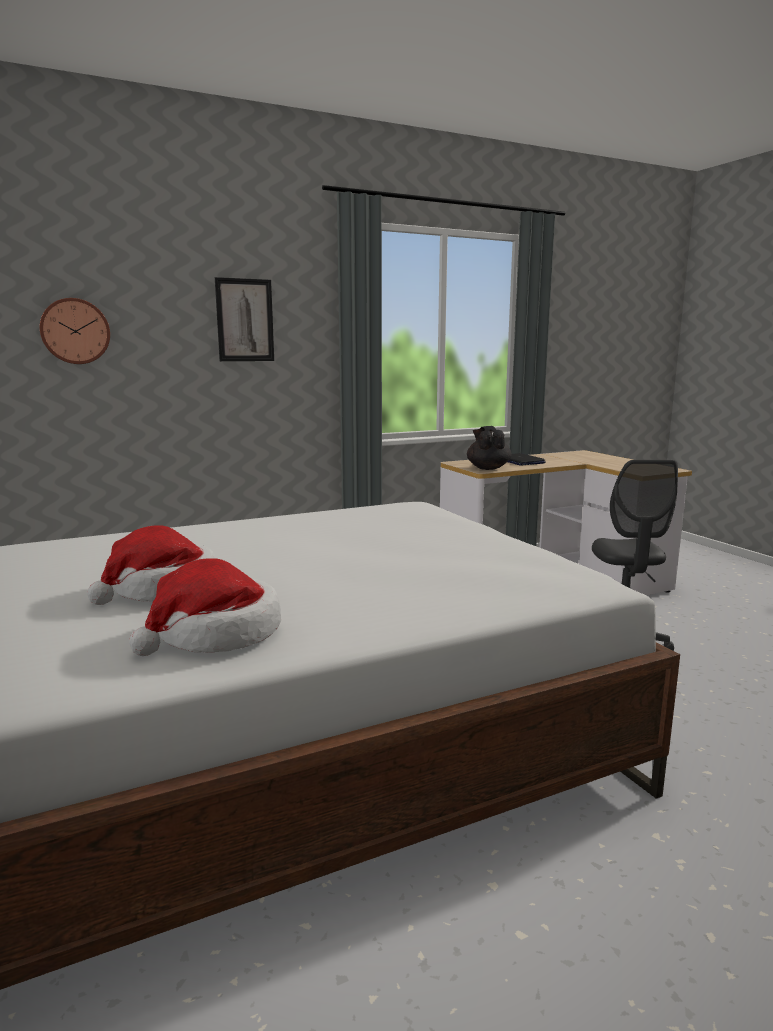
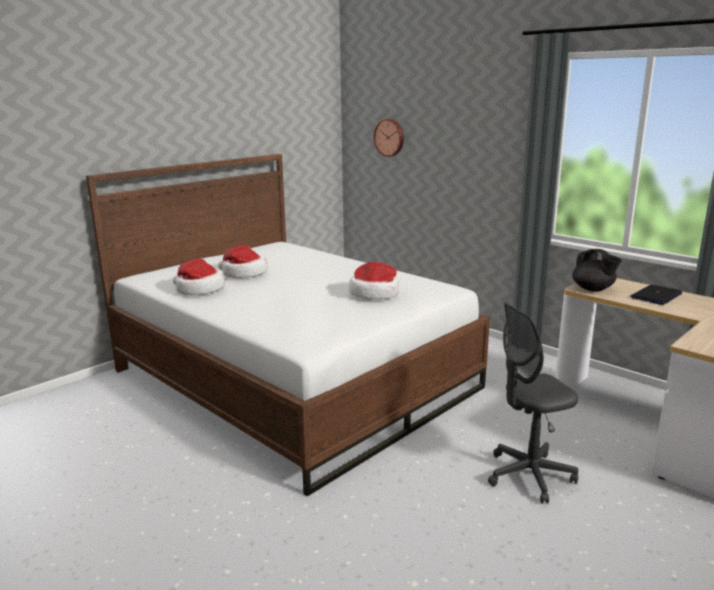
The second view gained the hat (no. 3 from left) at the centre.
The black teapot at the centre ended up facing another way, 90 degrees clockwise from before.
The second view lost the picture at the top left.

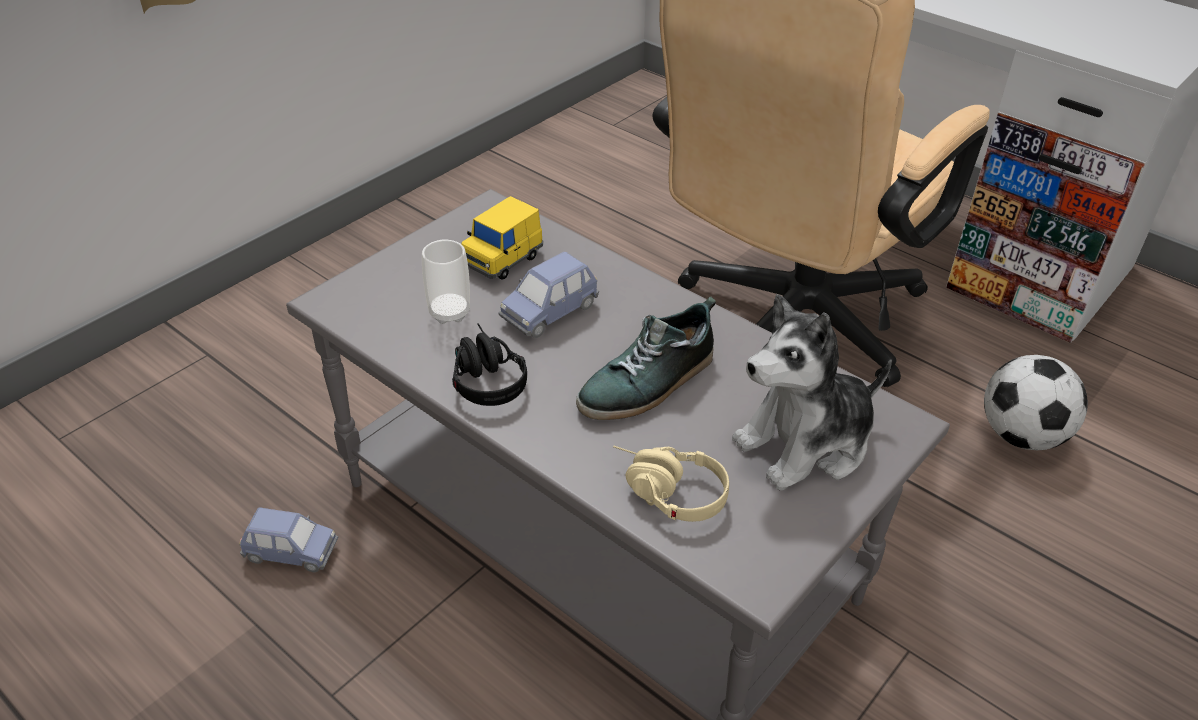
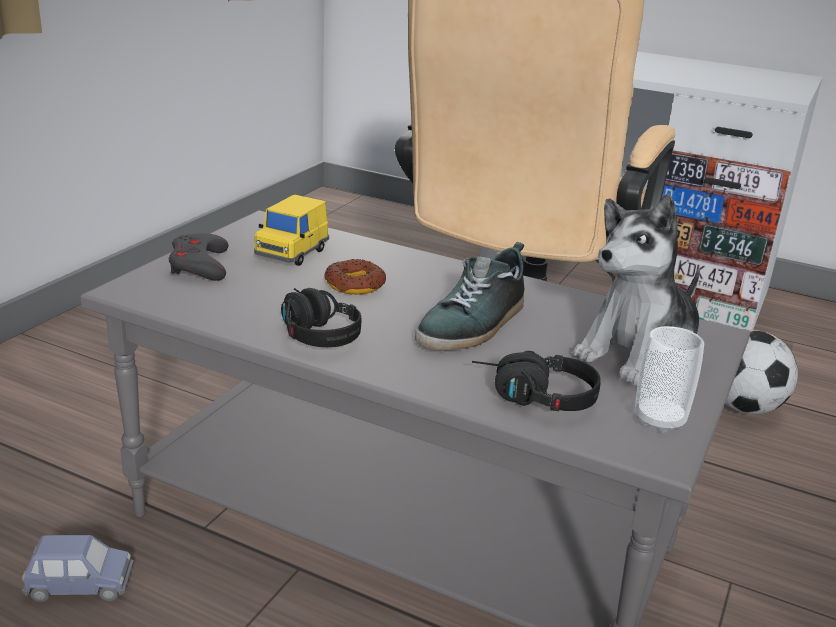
The second view gained the grey game controller at the middle left.
Where the blue toy car (no. 2 from left) stood at the centre, the donut came to stand at the centre.
What was the beige headphones at the bottom centre turned into the black headphones (no. 2 from left) at the centre.
The cup ended up elsewhere, having gone from the centre to the middle right.

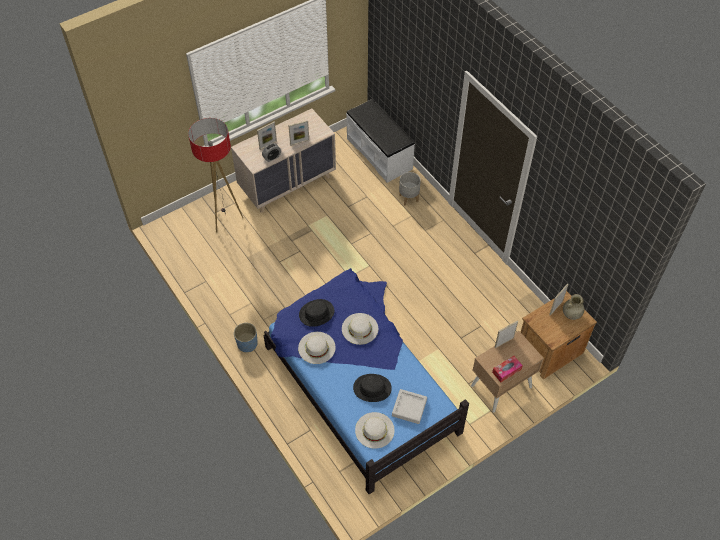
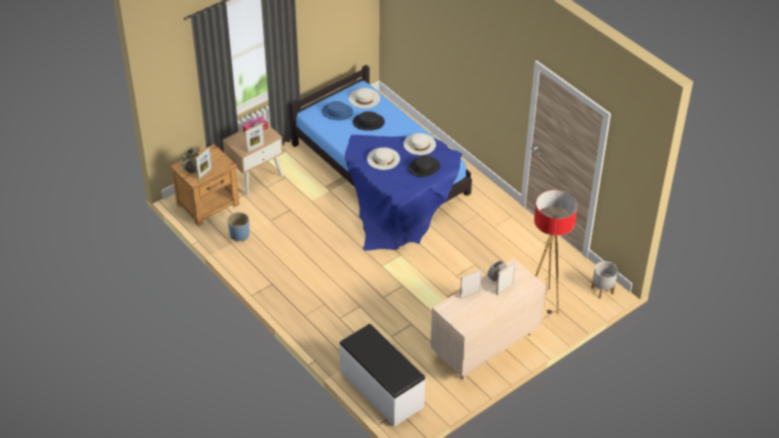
The blue planter ended up elsewhere, having gone from the centre to the middle left.
Where the grey tray stood at the bottom centre, the blue hat came to stand at the top centre.
The grey planter ended up elsewhere, having gone from the centre to the middle right.

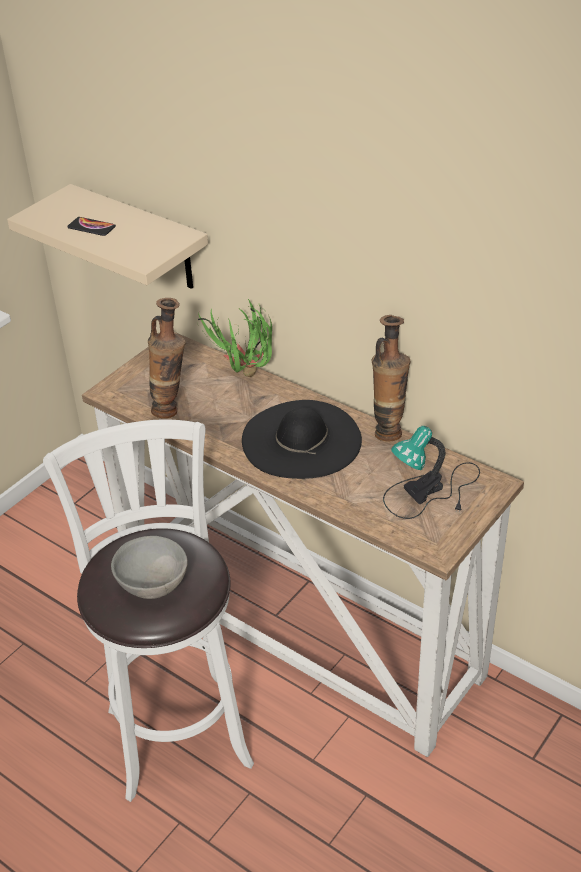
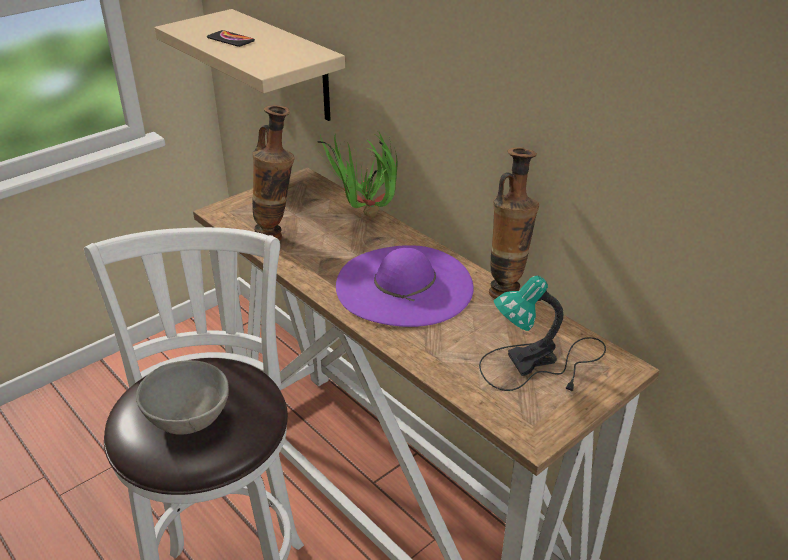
What was the black hat at the centre turned into the purple hat at the centre.

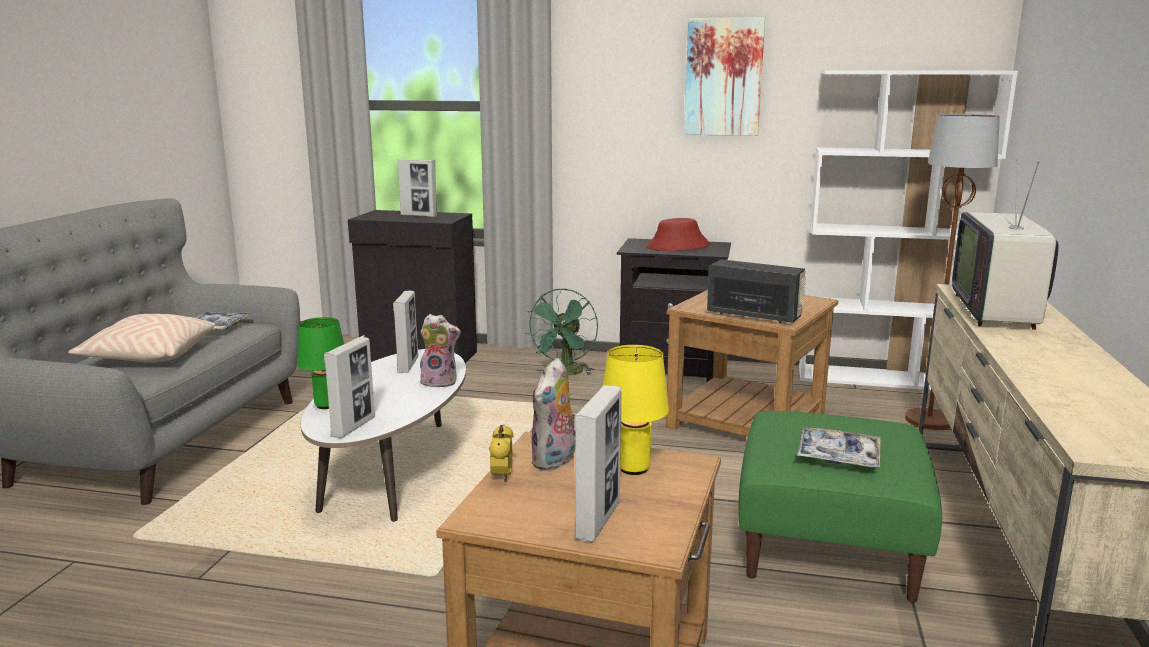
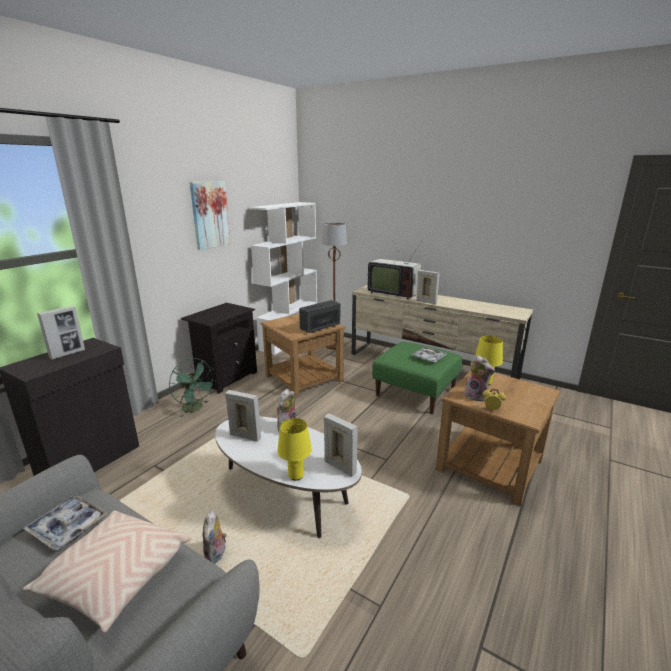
The second view gained the plush toy (no. 1 from left) at the bottom left.
What was the green table lamp at the middle left turned into the yellow table lamp (no. 1 from left) at the bottom centre.
The picture frame (no. 4 from left) ended up elsewhere, having gone from the bottom centre to the centre.
The second view lost the red hat at the centre.

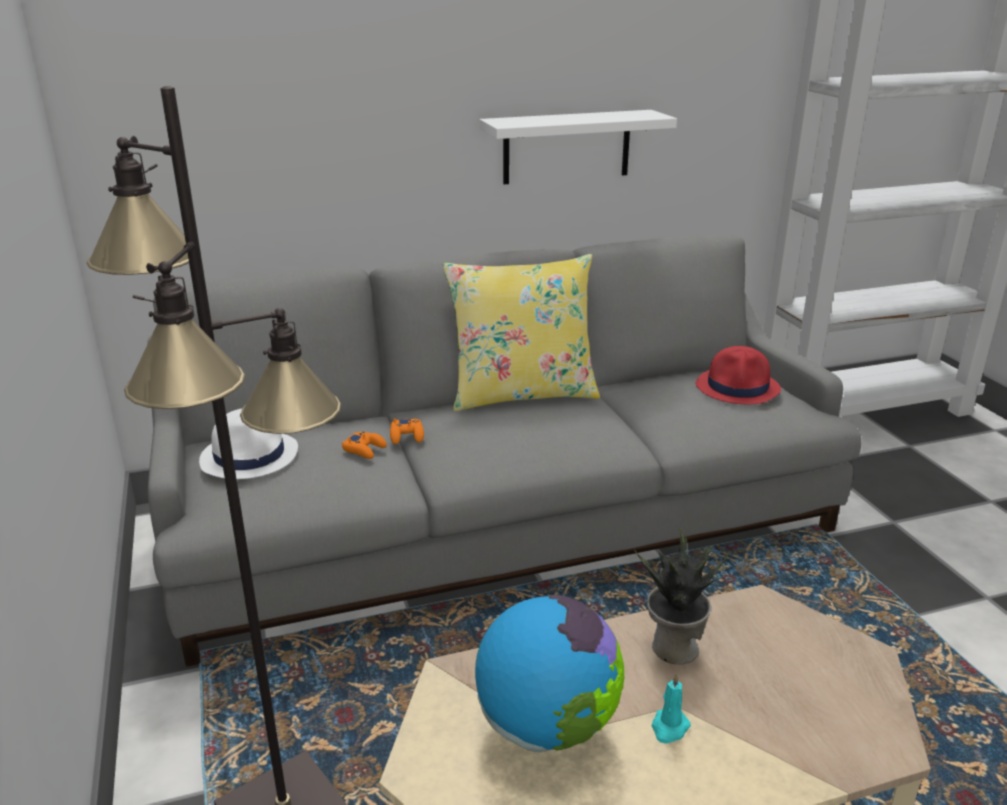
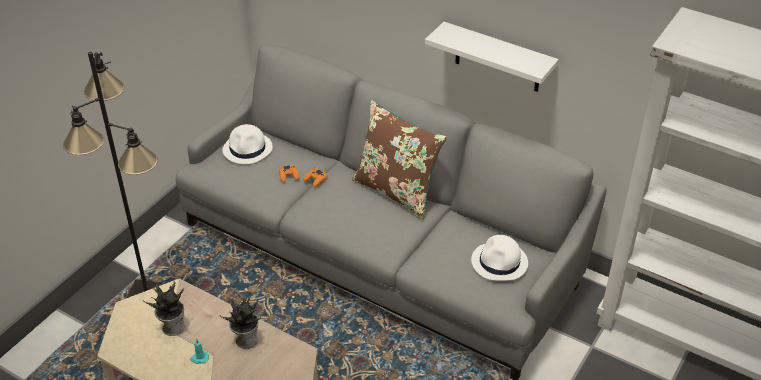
Where the globe stood at the bottom centre, the potted plant (no. 1 from left) came to stand at the bottom left.
What was the yellow pillow at the centre turned into the brown pillow at the centre.
What was the red hat at the middle right turned into the white hat (no. 2 from left) at the bottom centre.

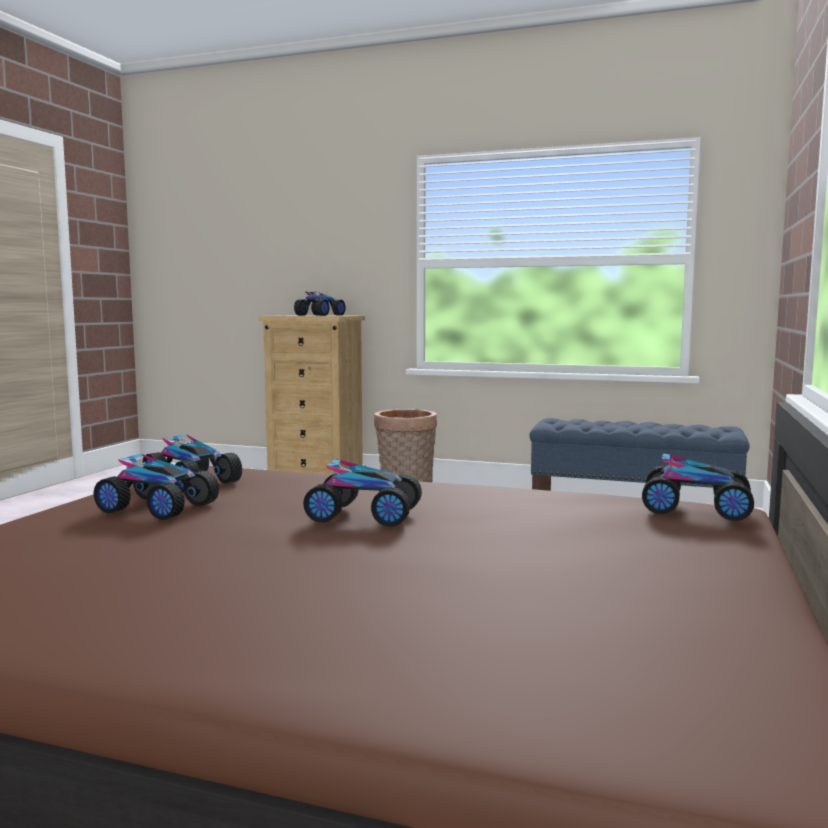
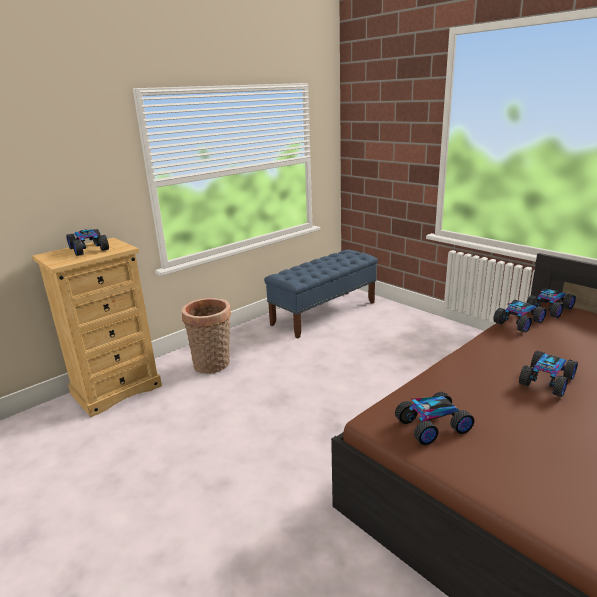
The toy car (no. 1 from left in the first image) ended up elsewhere, having gone from the middle left to the middle right.

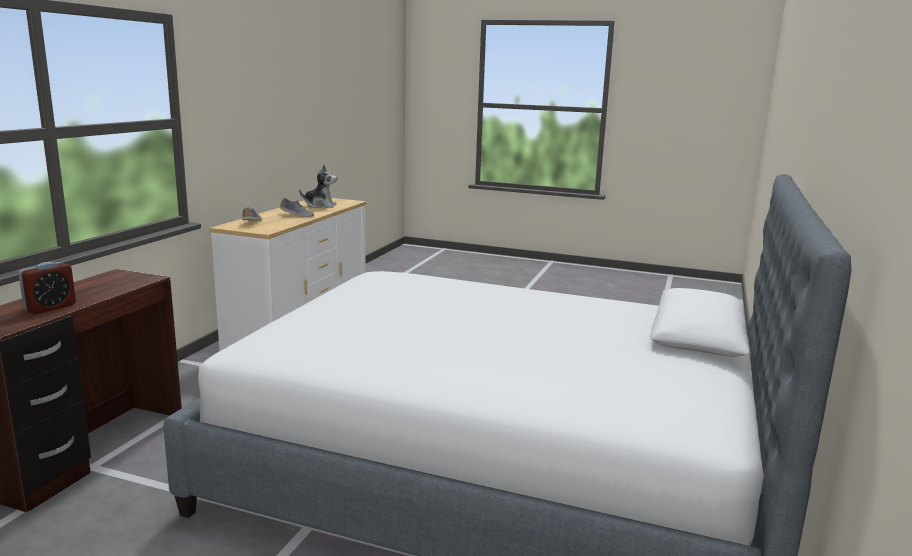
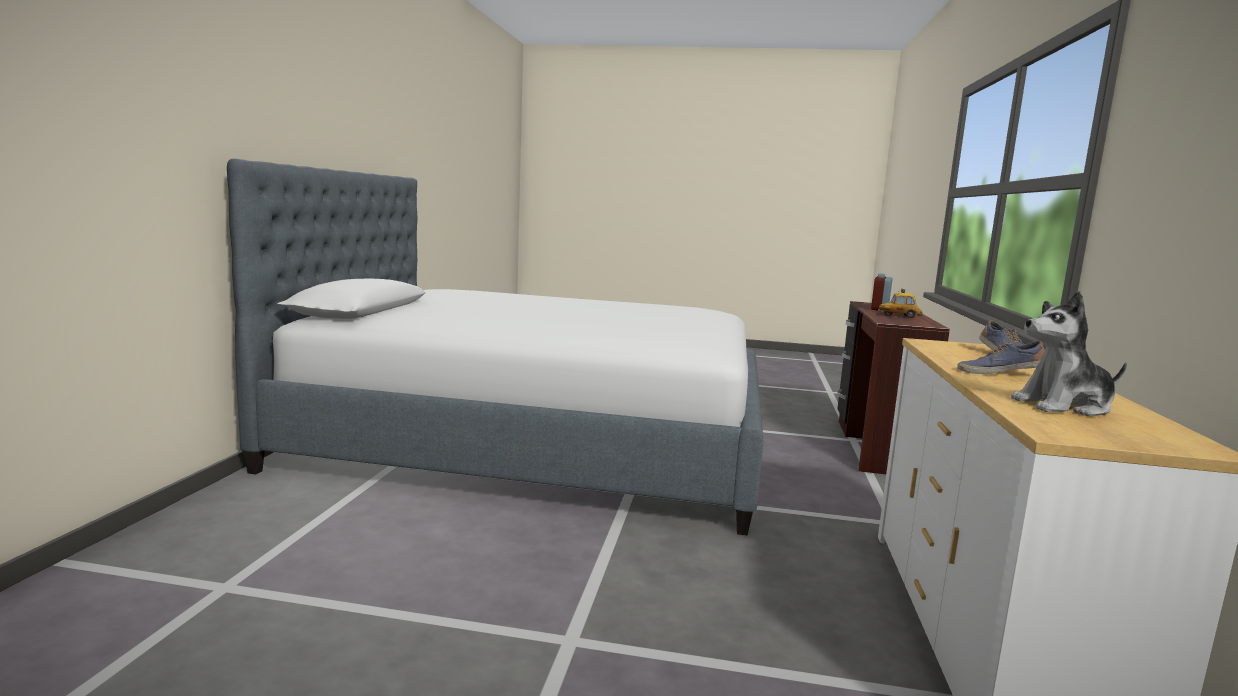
The second view gained the toy car at the middle right.

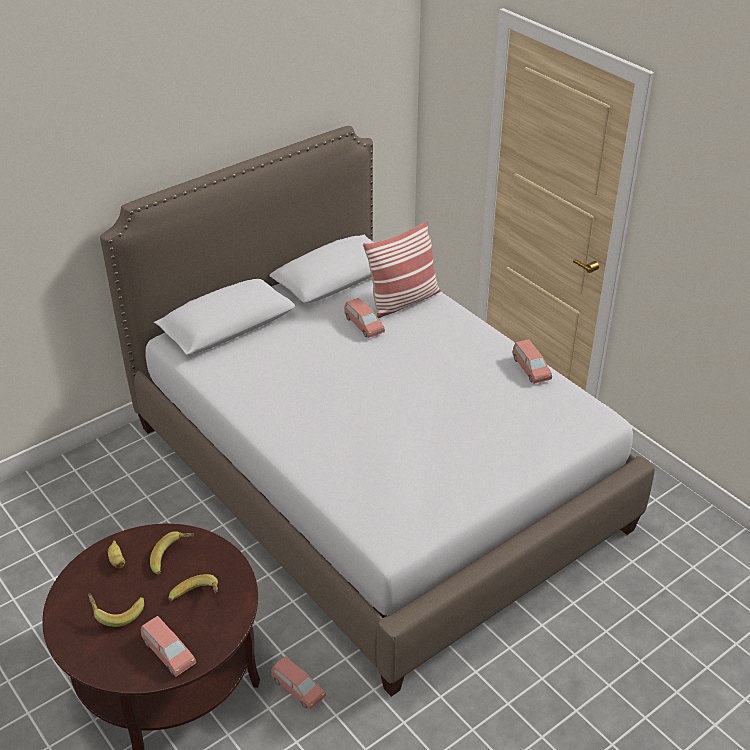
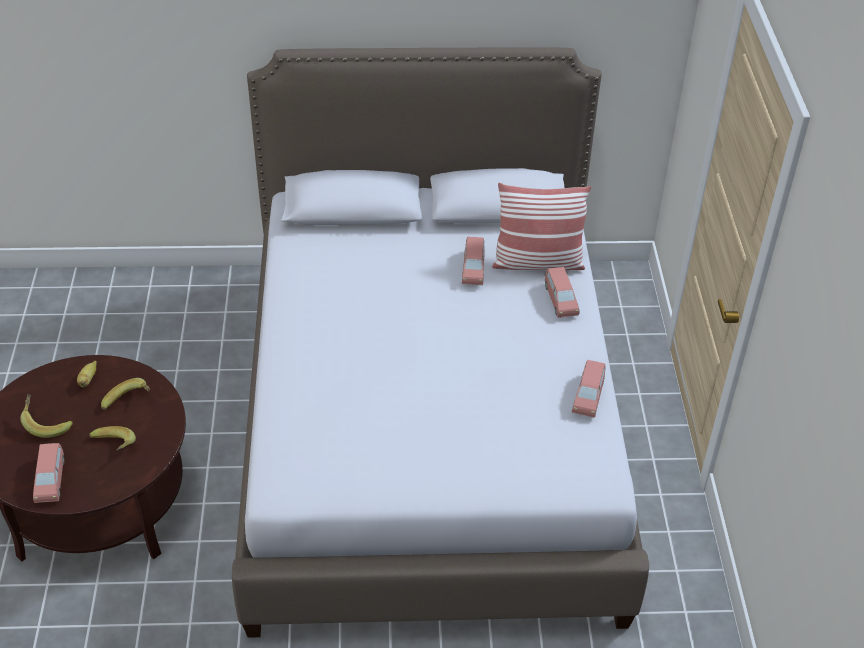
The pink toy car (no. 2 from left in the first image) ended up elsewhere, having gone from the bottom centre to the centre.

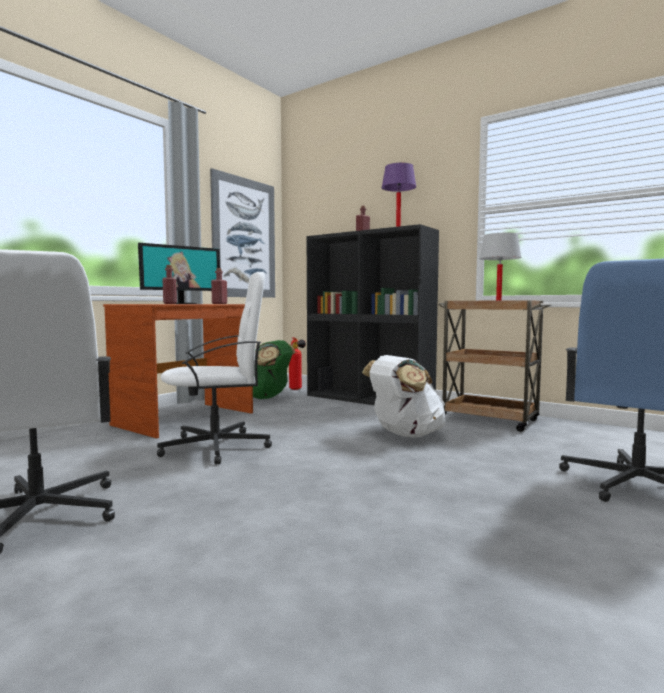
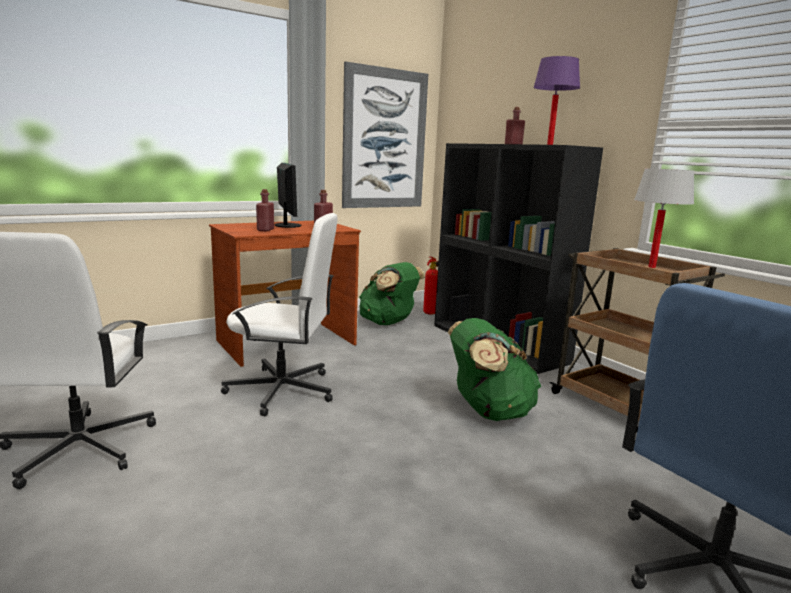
The monitor at the middle left ended up facing another way, 90 degrees counterclockwise from before.
What was the white backpack at the centre turned into the green backpack (no. 2 from left) at the centre.

